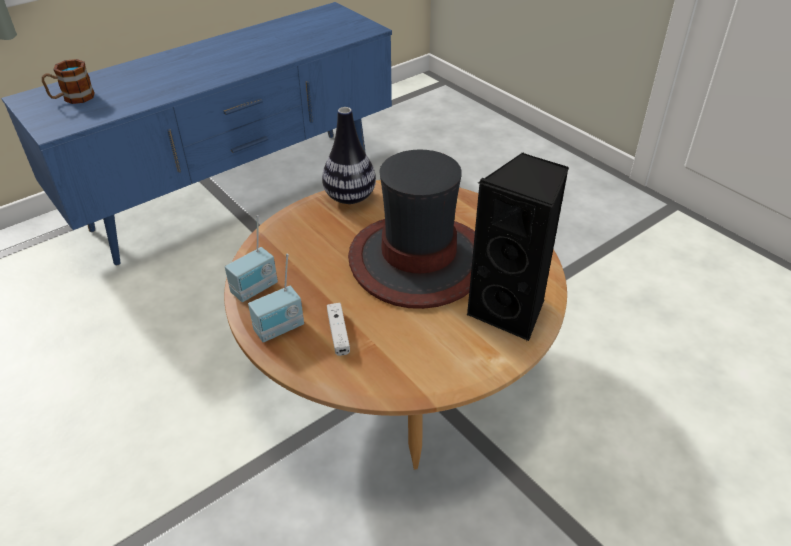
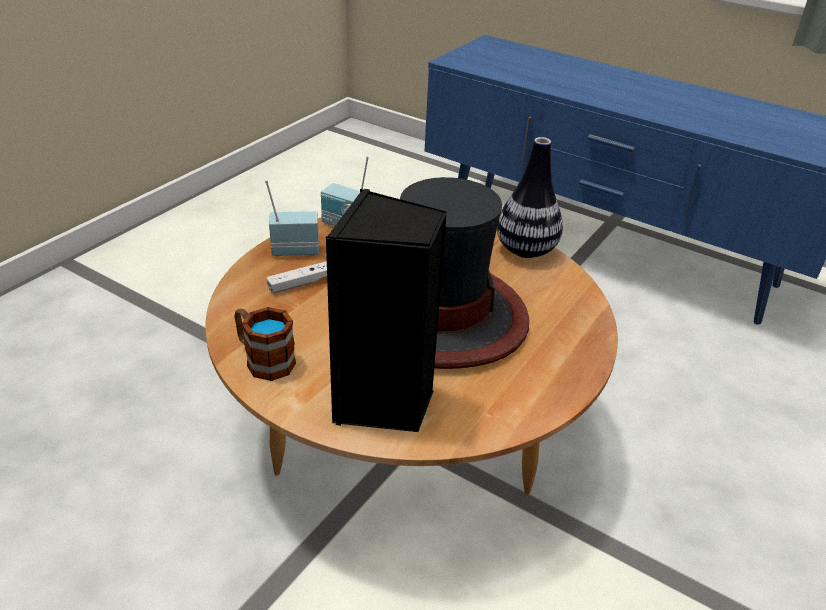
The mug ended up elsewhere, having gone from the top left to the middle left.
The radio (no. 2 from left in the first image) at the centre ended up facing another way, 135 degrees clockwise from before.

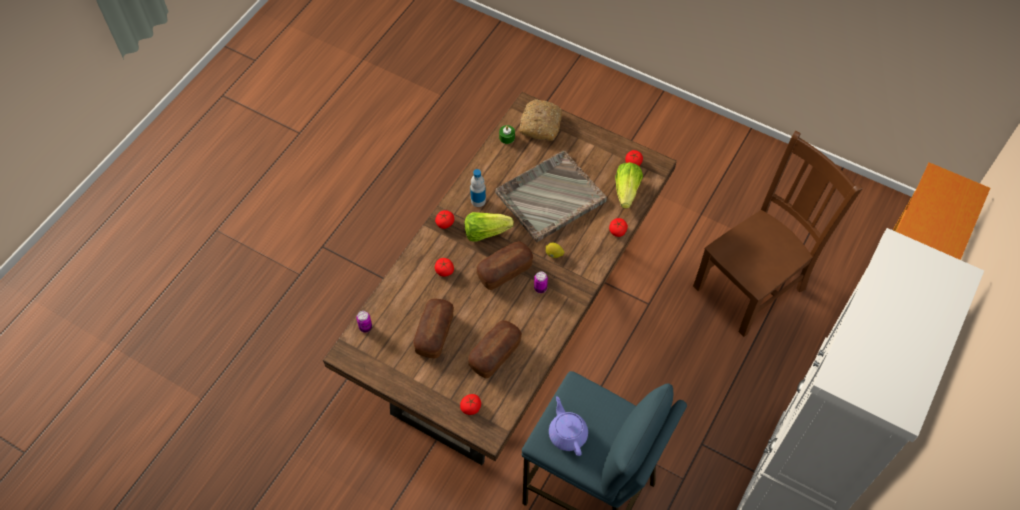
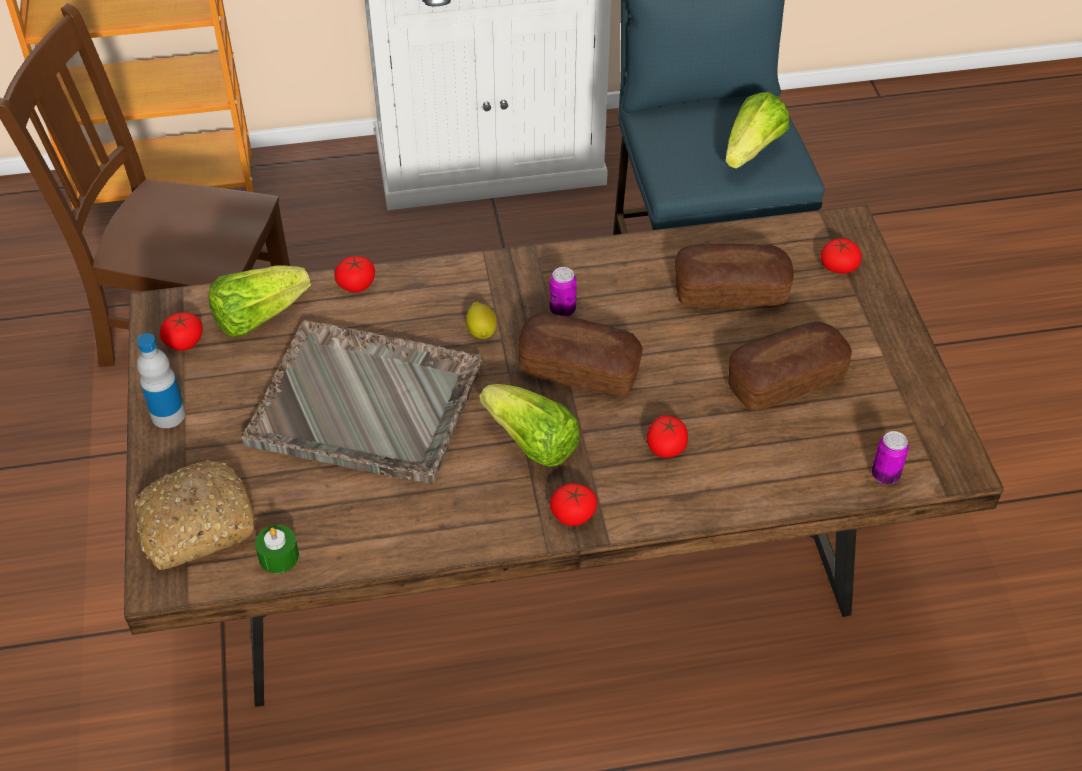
The bottle ended up elsewhere, having gone from the centre to the middle left.
Where the purple teapot stood at the bottom centre, the lettuce (no. 3 from left) came to stand at the top right.

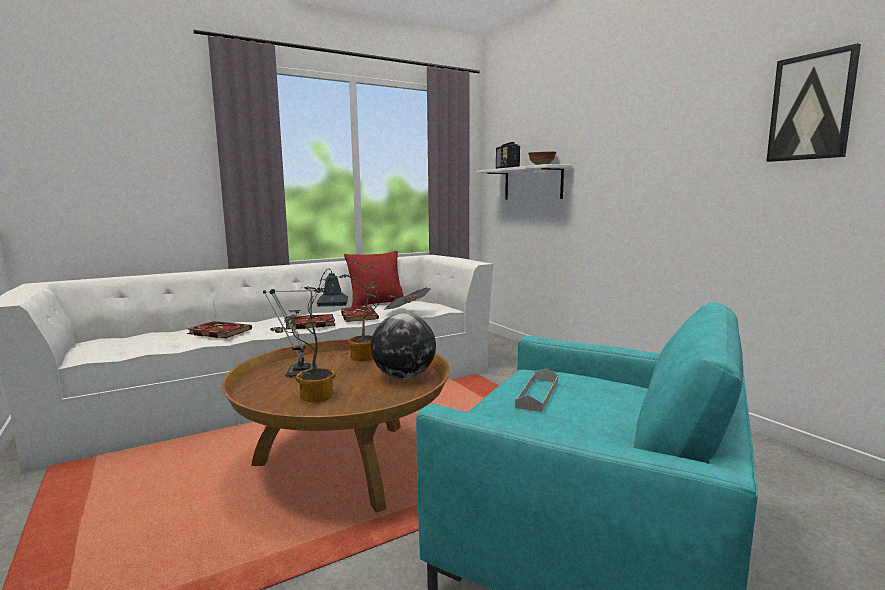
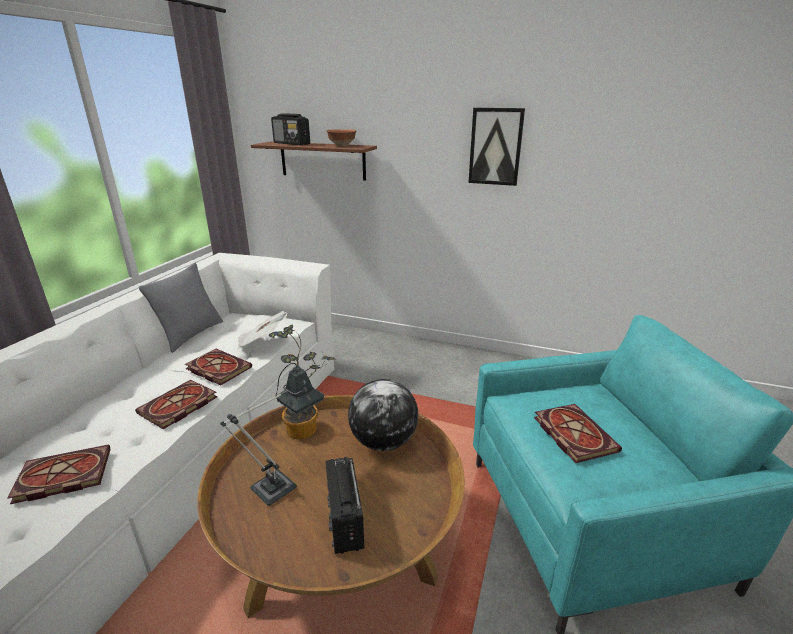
What was the red pillow at the centre turned into the grey pillow at the middle left.
What was the white shelf at the top centre turned into the brown shelf at the top centre.
Where the potted plant (no. 1 from left) stood at the centre, the radio (no. 2 from left) came to stand at the bottom centre.
The picture ended up elsewhere, having gone from the top right to the top centre.
Where the grey tray stood at the centre, the book (no. 4 from left) came to stand at the bottom right.

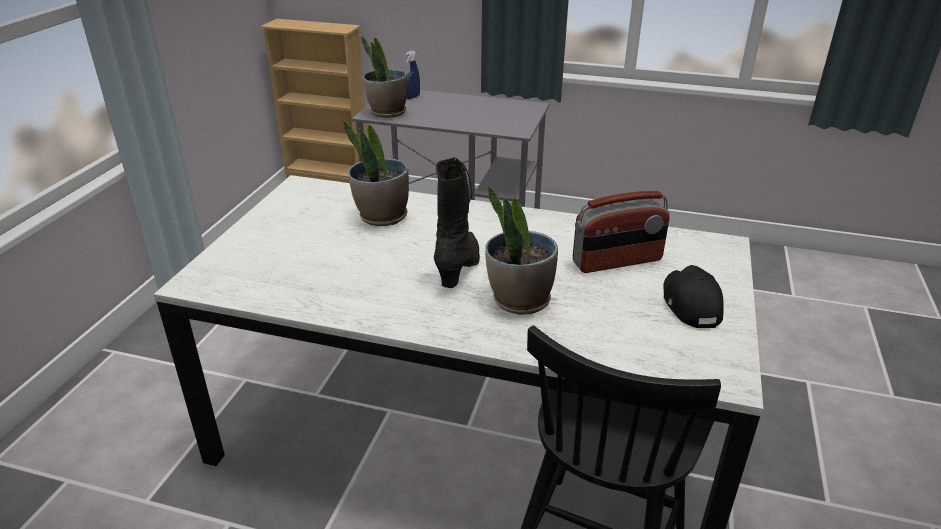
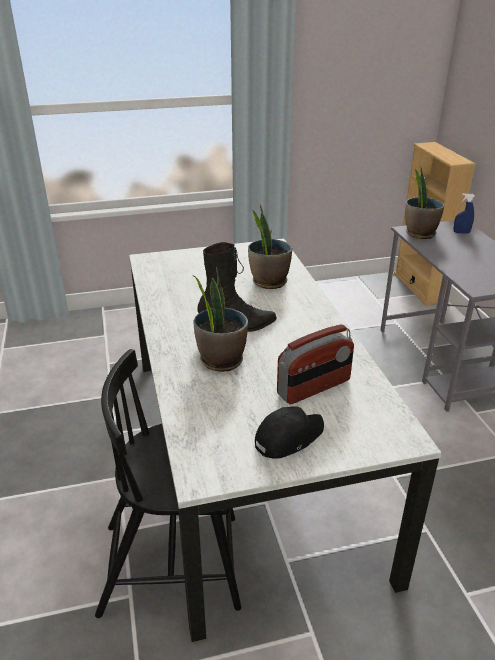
The radio at the centre ended up facing another way, 75 degrees counterclockwise from before.

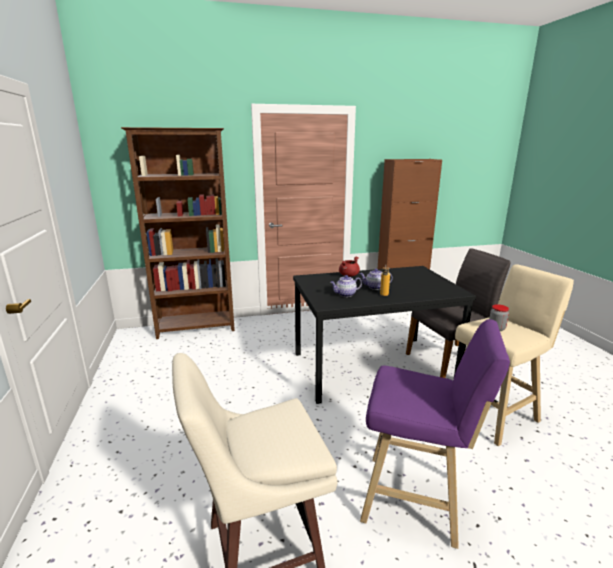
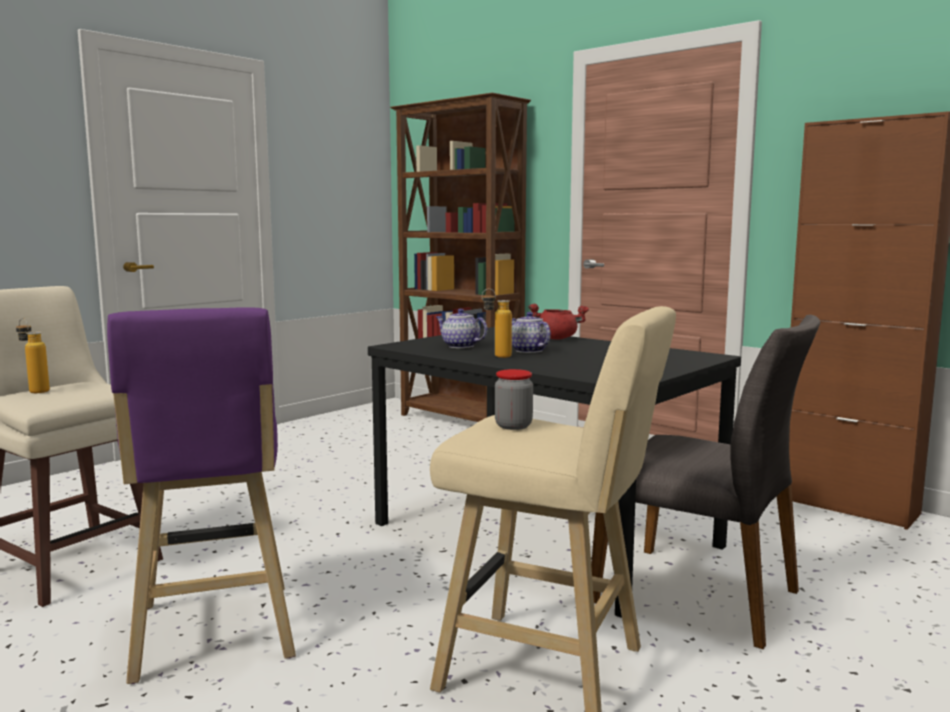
The second view gained the bottle (no. 1 from left) at the middle left.

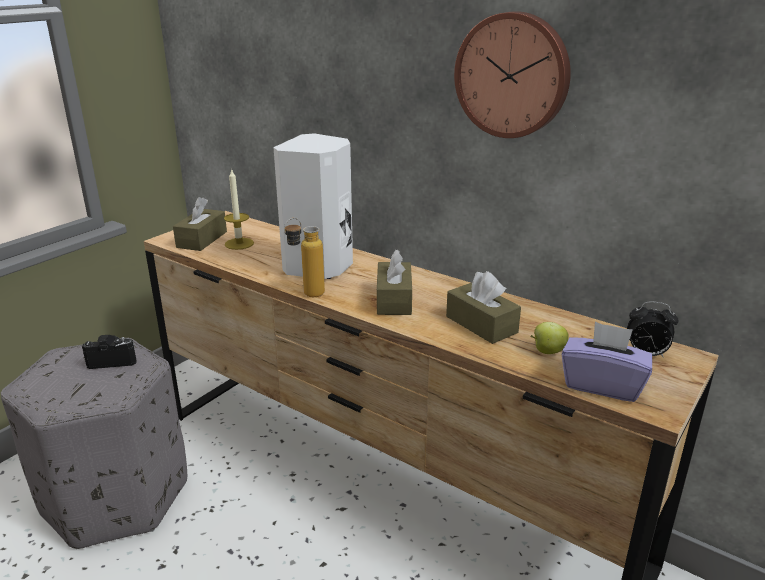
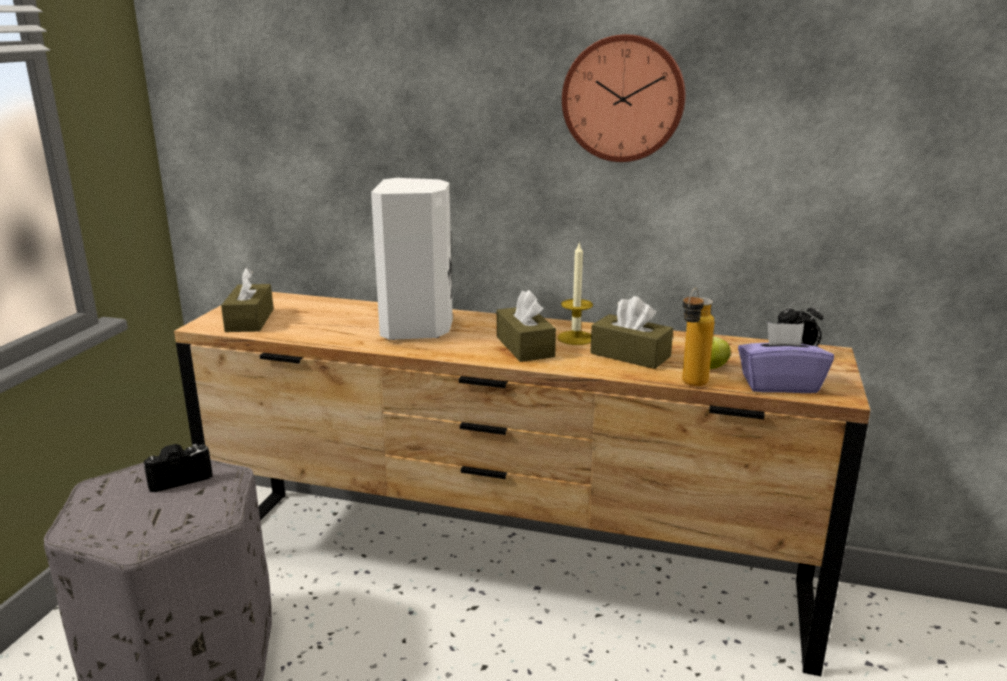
The candle ended up elsewhere, having gone from the middle left to the centre.
The bottle ended up elsewhere, having gone from the centre to the middle right.

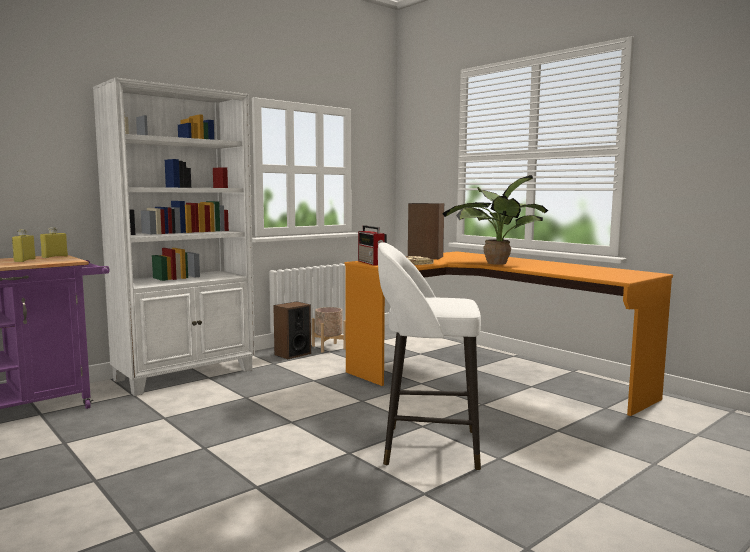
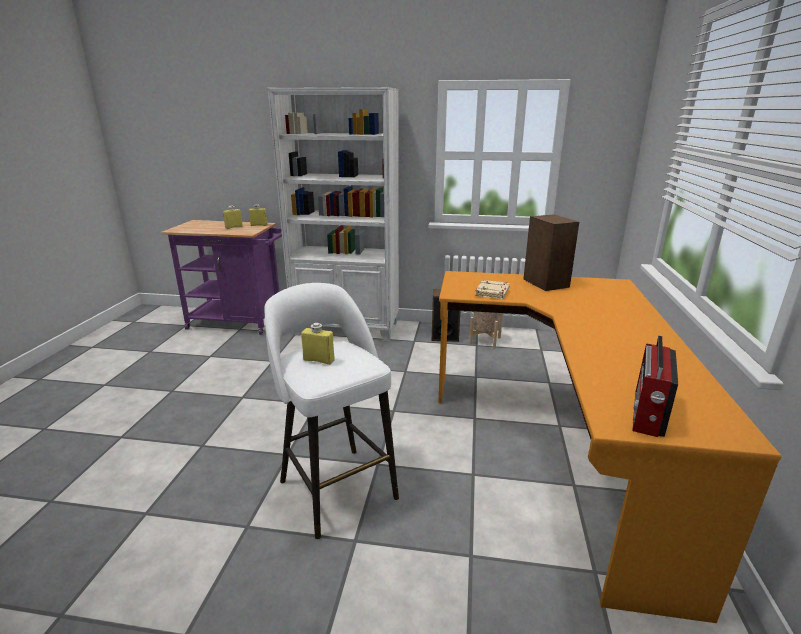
The second view gained the yellow bottle (no. 3 from left) at the centre.
The radio ended up elsewhere, having gone from the centre to the middle right.
The second view lost the potted plant at the centre.

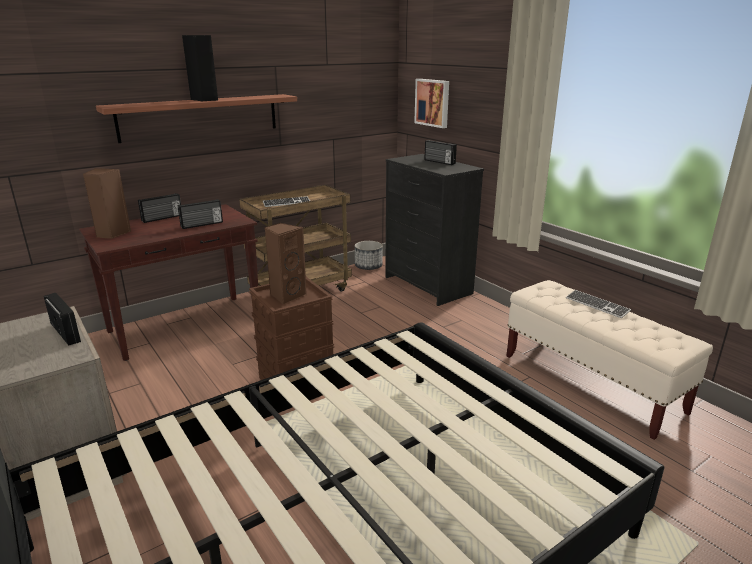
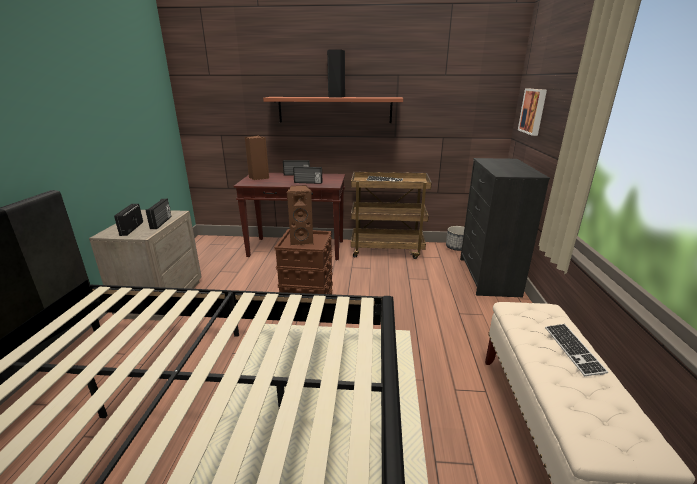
The radio (no. 4 from left in the first image) ended up elsewhere, having gone from the top centre to the middle left.

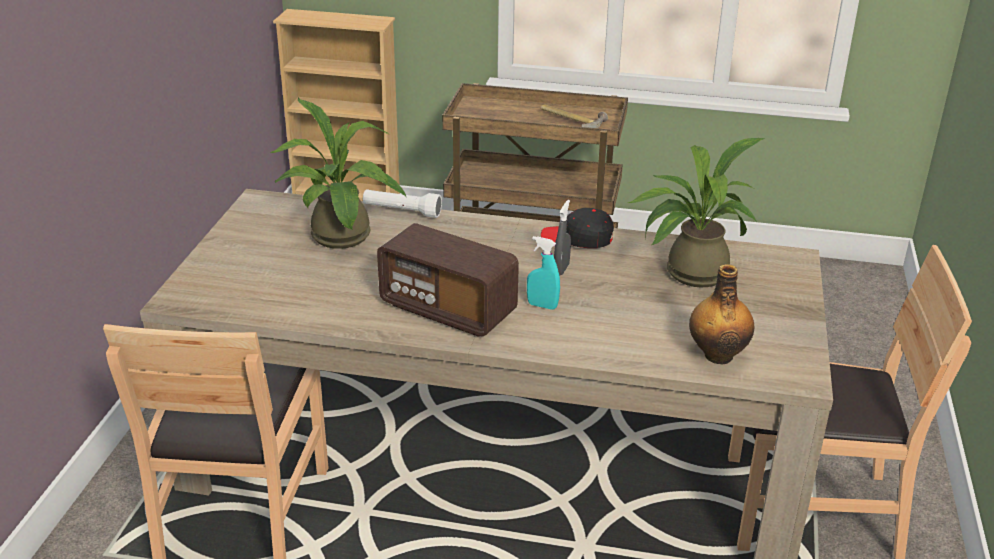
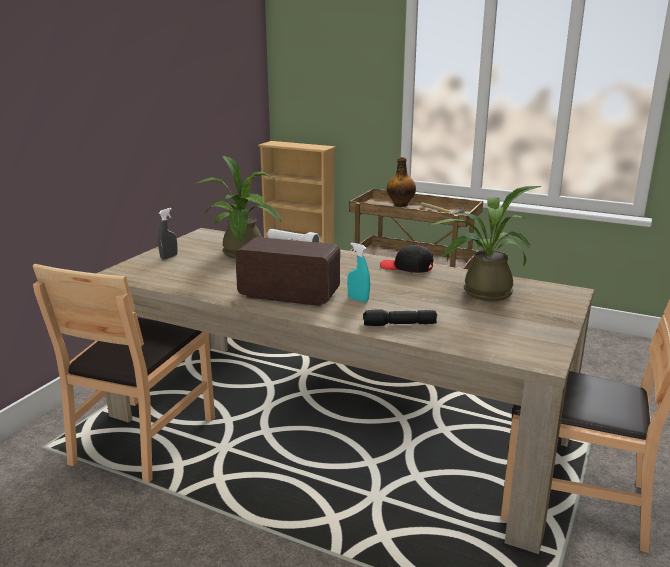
The grey spray bottle ended up elsewhere, having gone from the centre to the middle left.
The radio at the centre ended up facing another way, 150 degrees clockwise from before.
The second view gained the black flashlight at the centre.
The bottle ended up elsewhere, having gone from the middle right to the top centre.

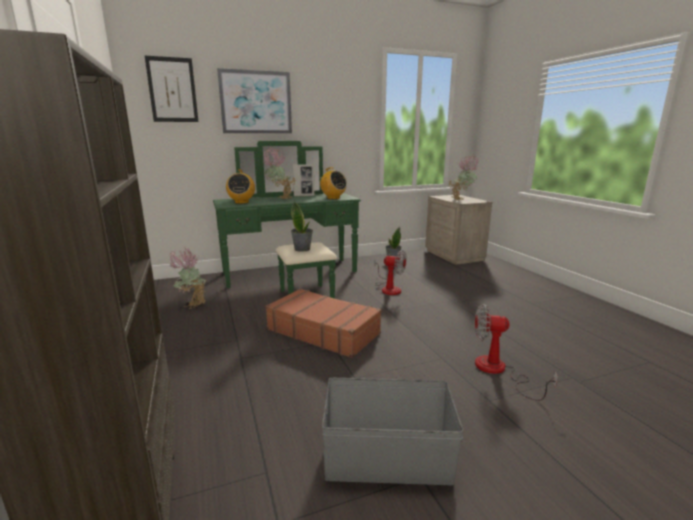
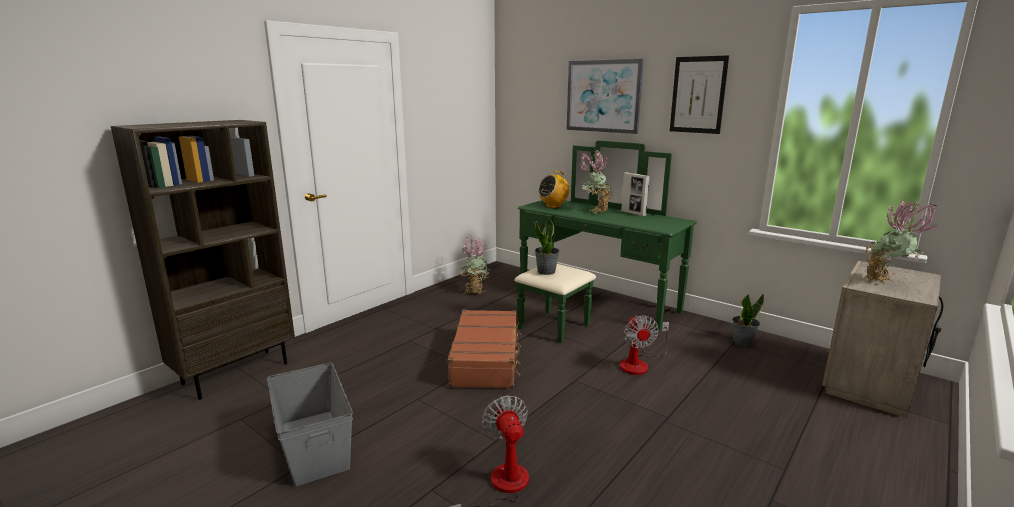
The picture (no. 1 from left in the first image) ended up elsewhere, having gone from the top left to the top right.
The second view lost the radio (no. 2 from left) at the centre.

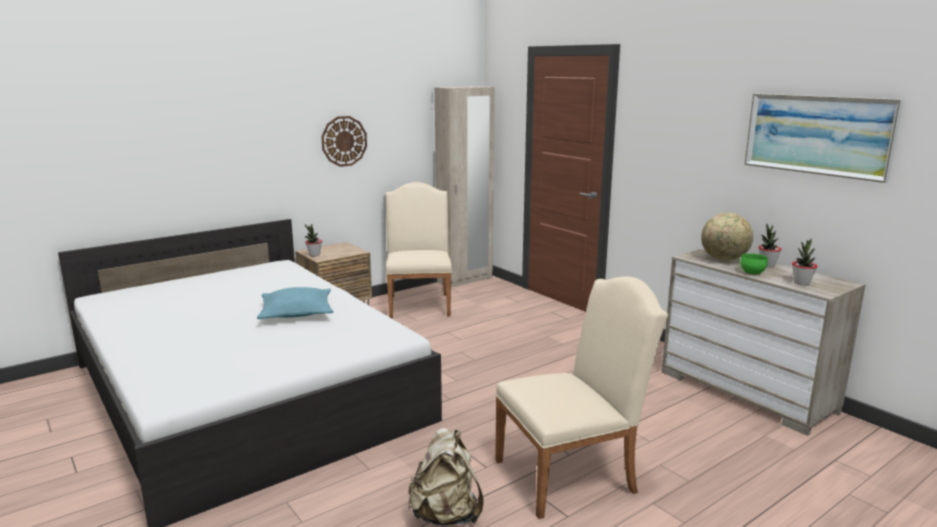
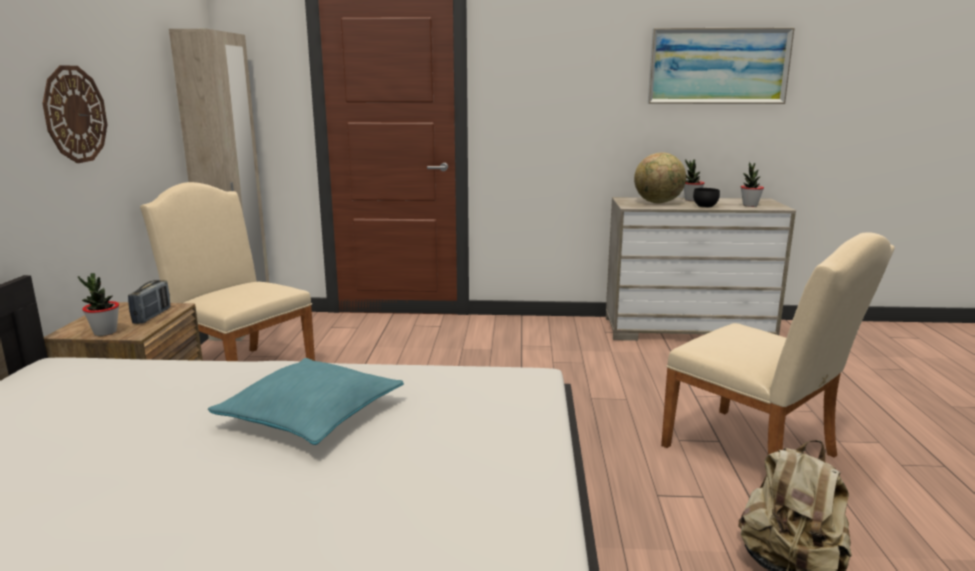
The second view gained the radio at the middle left.
The beige chair (no. 2 from left) at the bottom centre ended up facing another way, 120 degrees clockwise from before.
What was the green bowl at the middle right turned into the black bowl at the middle right.

